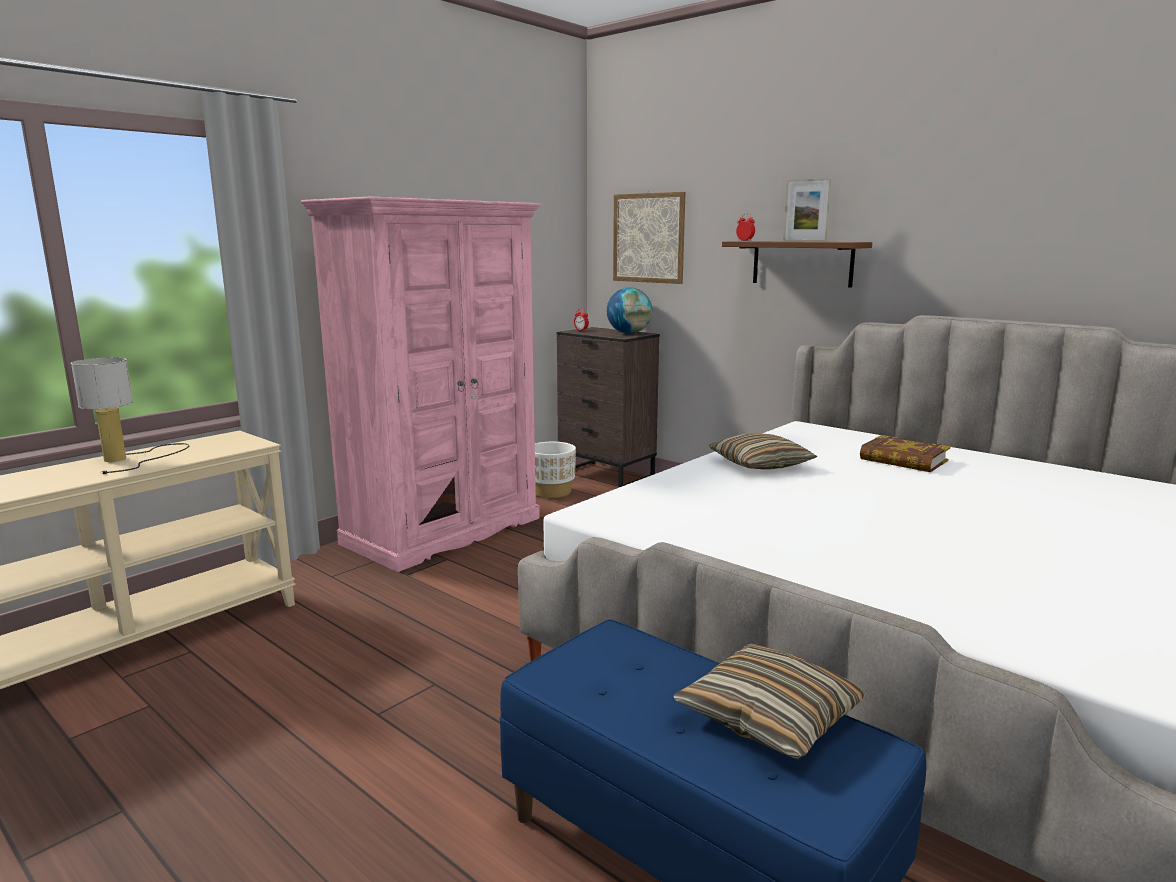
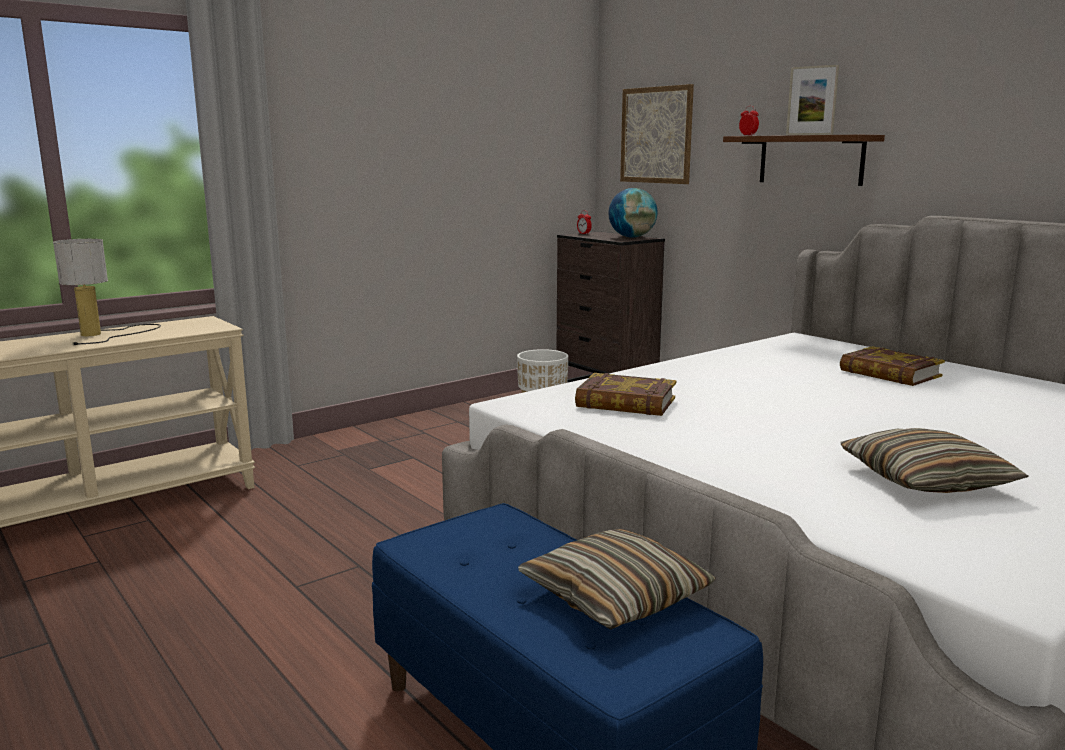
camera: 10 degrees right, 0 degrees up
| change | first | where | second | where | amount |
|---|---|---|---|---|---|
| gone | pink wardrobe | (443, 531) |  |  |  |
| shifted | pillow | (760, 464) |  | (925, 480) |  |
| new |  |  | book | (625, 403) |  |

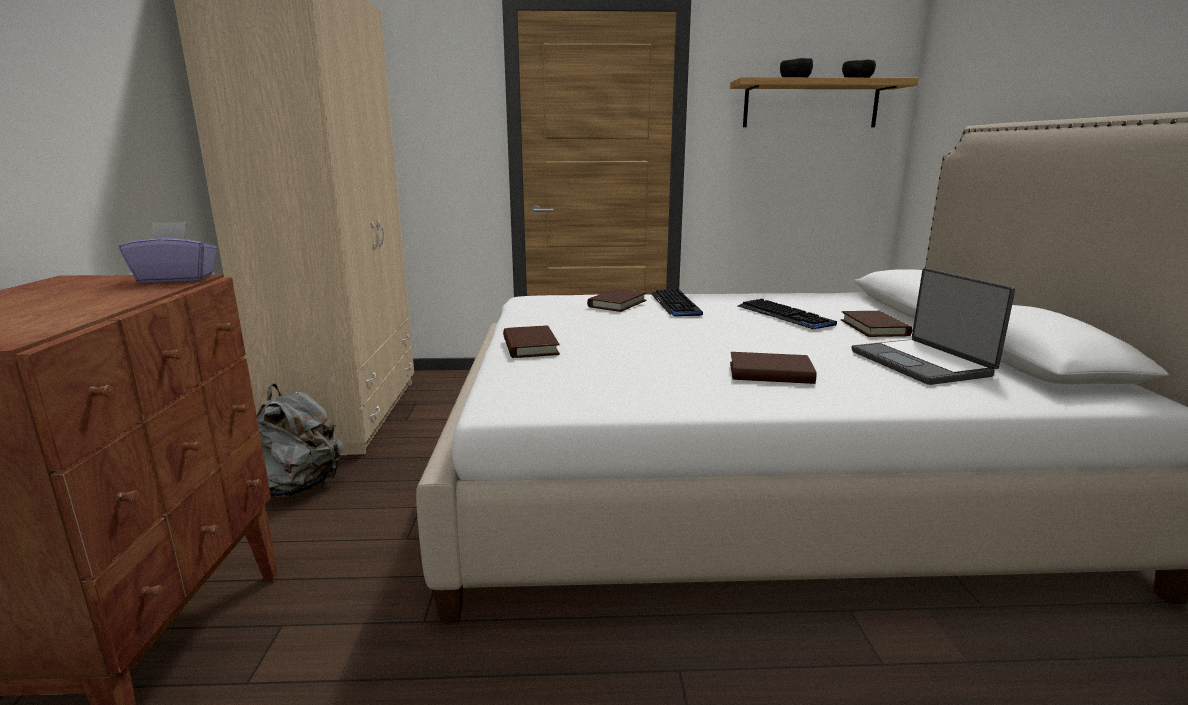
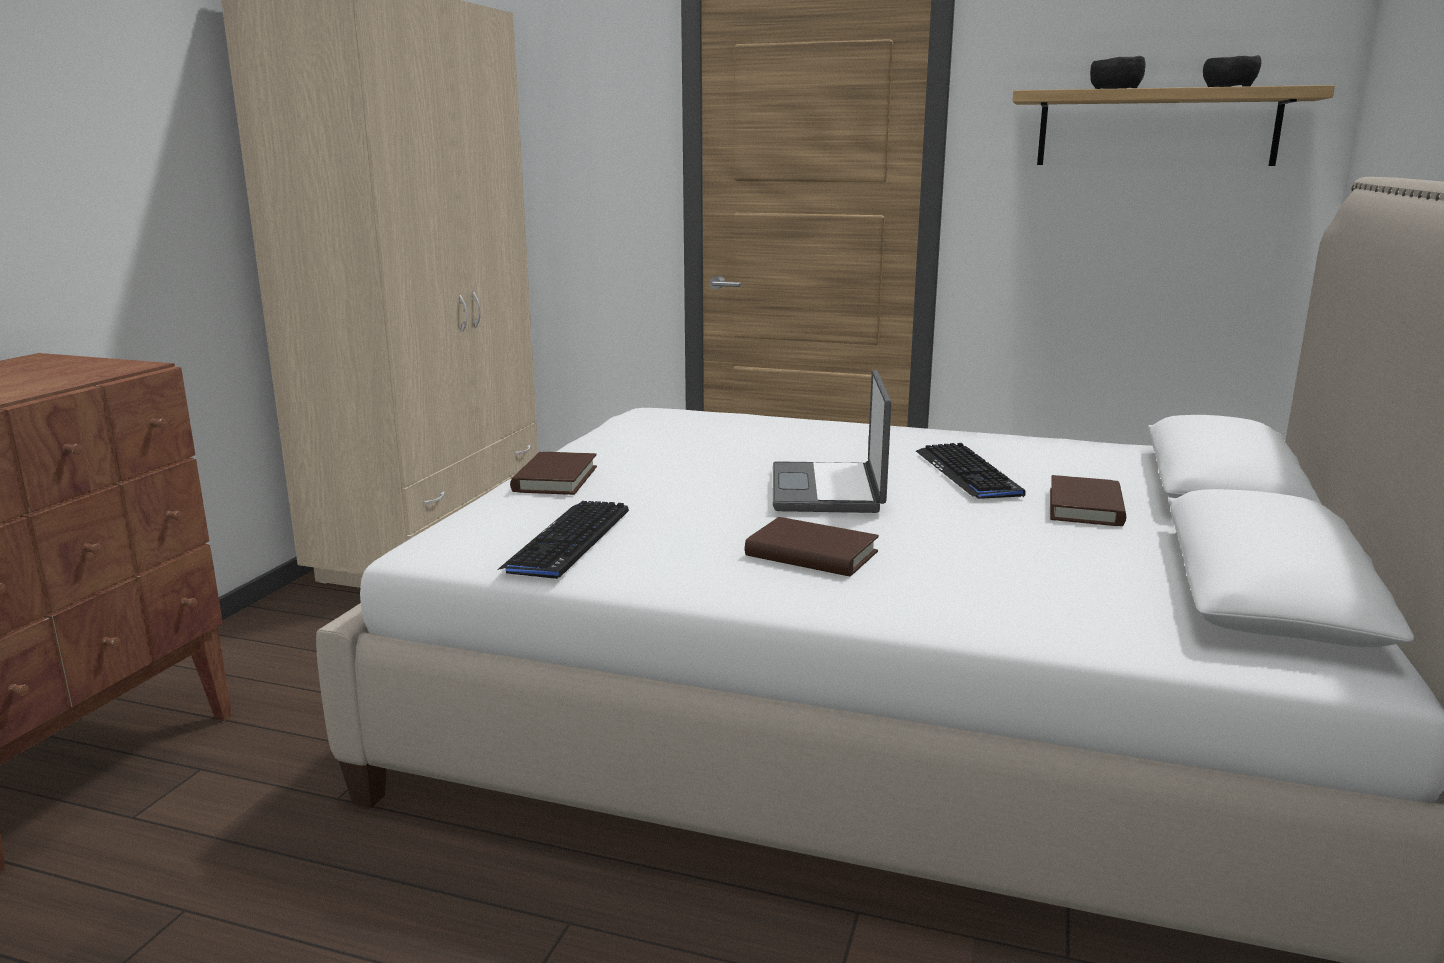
camera: 20 degrees right, 0 degrees up
| change | first | where | second | where | amount |
|---|---|---|---|---|---|
| gone | purple tissue box | (176, 279) |  |  |  |
| gone | grey backpack | (298, 487) |  |  |  |
| gone | brown book | (617, 303) |  |  |  |
| shifted | keyboard | (675, 304) |  | (568, 541) |  |
| shifted | laptop | (922, 363) |  | (829, 490) |  |

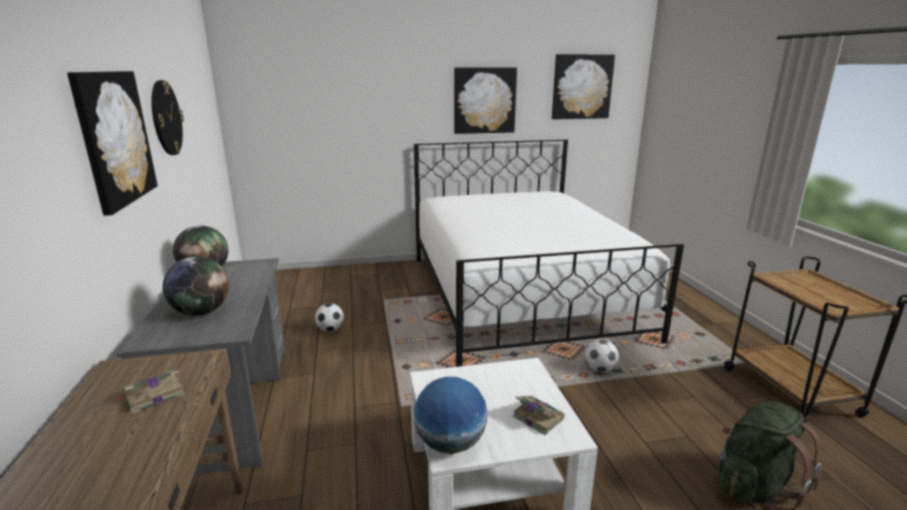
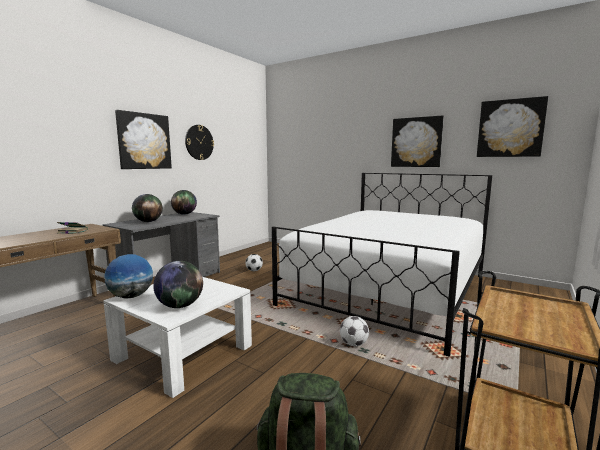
camera: 45 degrees right, 10 degrees down
| change | first | where | second | where | amount |
|---|---|---|---|---|---|
| swapped | book | (537, 417) | globe | (180, 306) |  |

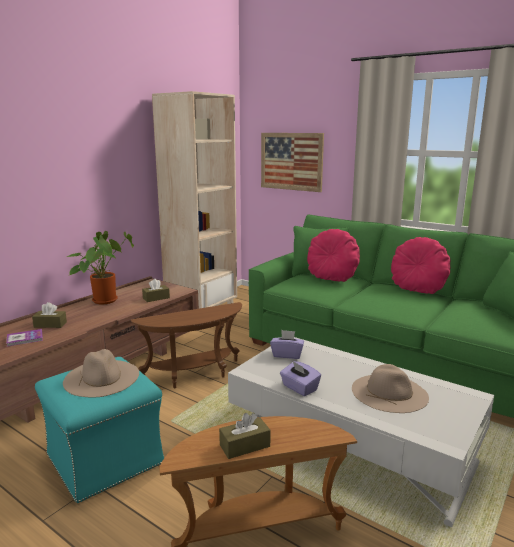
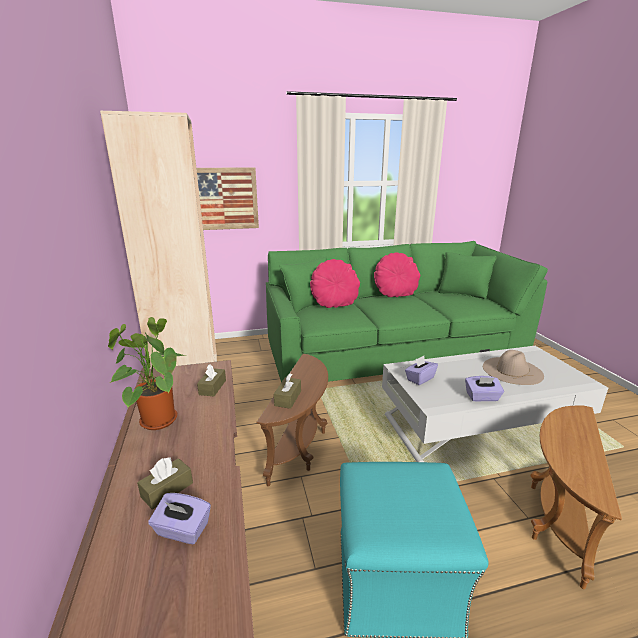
camera: 50 degrees left, 5 degrees up
| change | first | where | second | where | amount |
|---|---|---|---|---|---|
| swapped | book | (25, 338) | purple tissue box | (182, 530) |  |
| gone | beige hat | (102, 377) |  |  |  |
| shifted | brown tissue box | (244, 446) |  | (288, 398) |  |

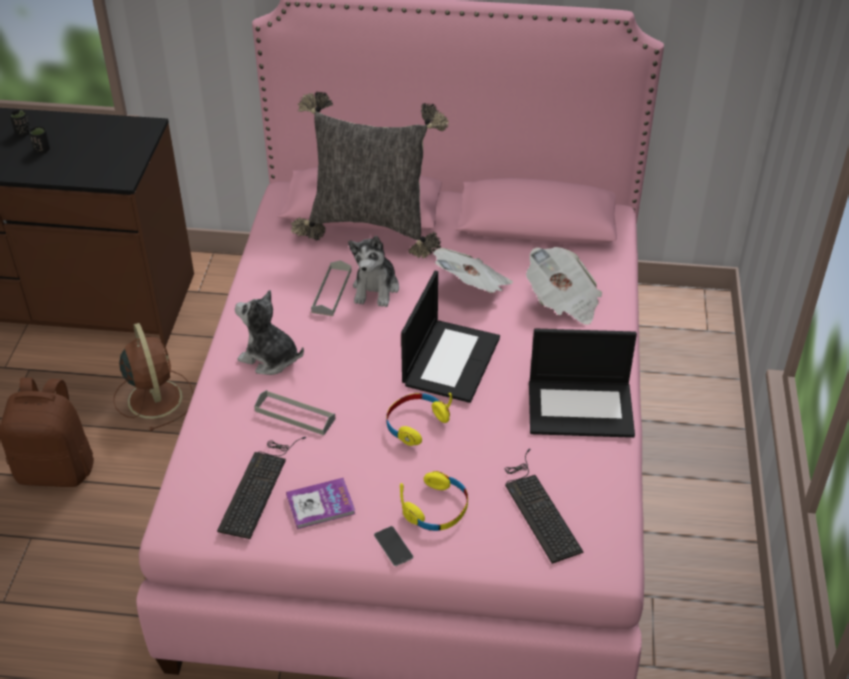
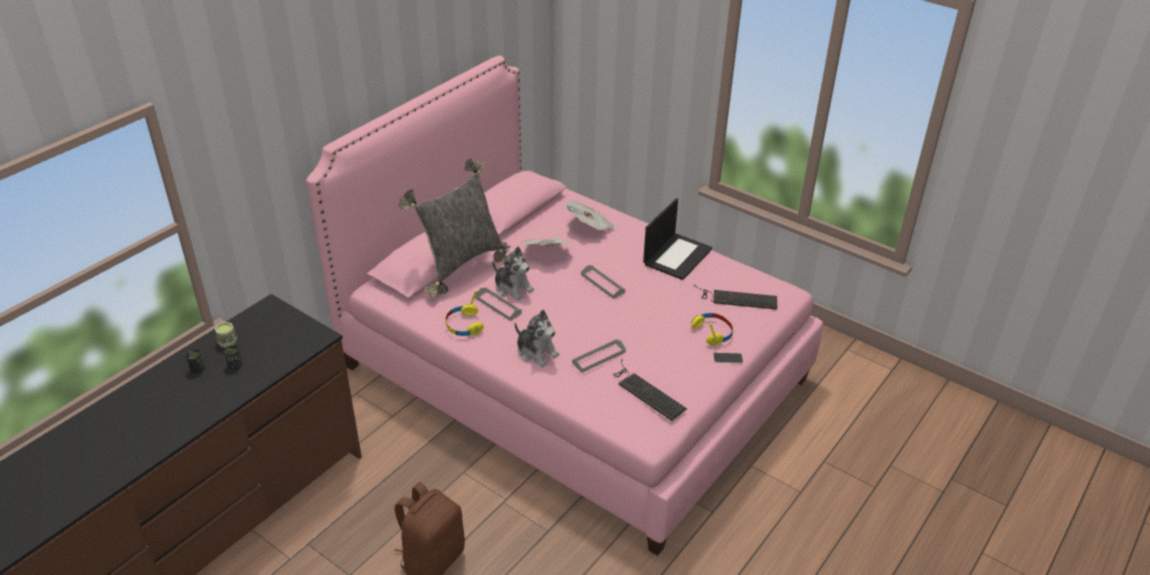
camera: 60 degrees left, 5 degrees down
| change | first | where | second | where | amount |
|---|---|---|---|---|---|
| gone | brown fan | (154, 397) |  |  |  |
| rotated | plush toy | (269, 358) |  | (536, 352) | 105 degrees counterclockwise |
| gone | book | (320, 504) |  |  |  |
| shifted | yellow headphones | (415, 423) |  | (464, 325) |  |
| swapped | laptop | (450, 360) | grey tray | (602, 283) |  |
| new |  |  | cup | (228, 343) |  |

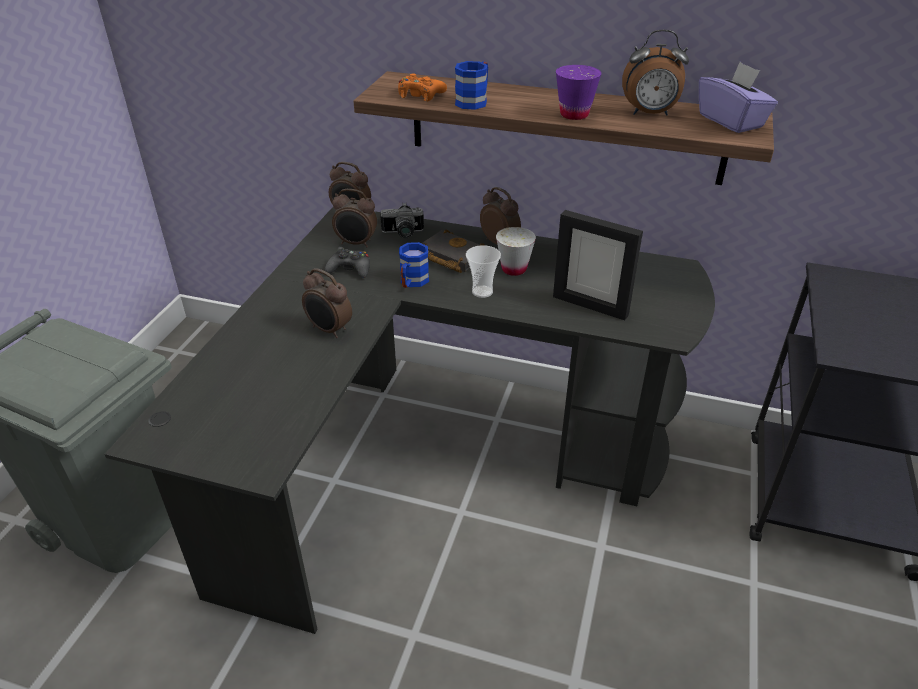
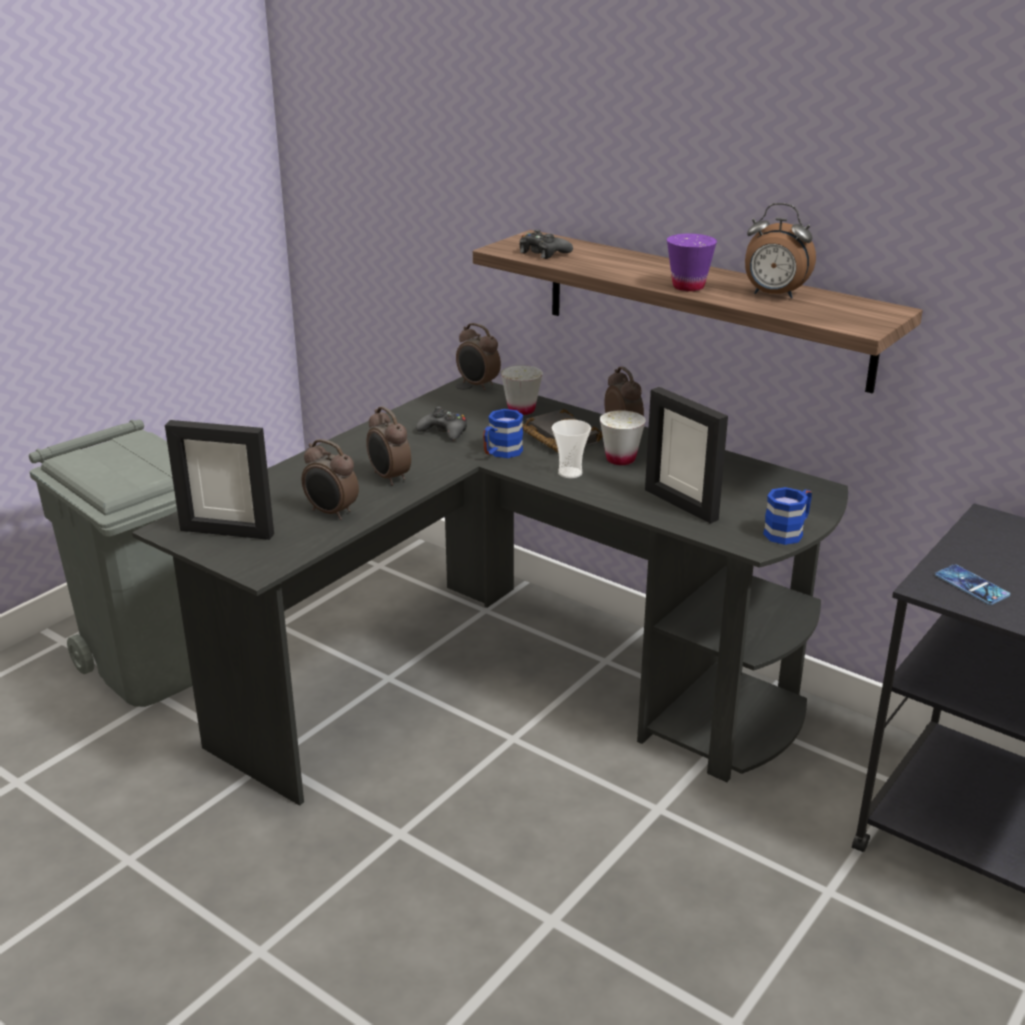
camera: 20 degrees right, 10 degrees down
| change | first | where | second | where | amount |
|---|---|---|---|---|---|
| shifted | alarm clock | (356, 243) |  | (331, 513) |  |
| swapped | photo camera | (402, 234) | white cup | (521, 410) |  |
| repainted | orange game controller | (420, 95) | black game controller | (543, 253) |  |
| shifted | blue mug | (474, 101) |  | (788, 532) |  |
| gone | purple tissue box | (731, 121) |  |  |  |
| new |  |  | picture frame | (228, 531) |  |
| new |  |  | phone | (971, 585) |  |

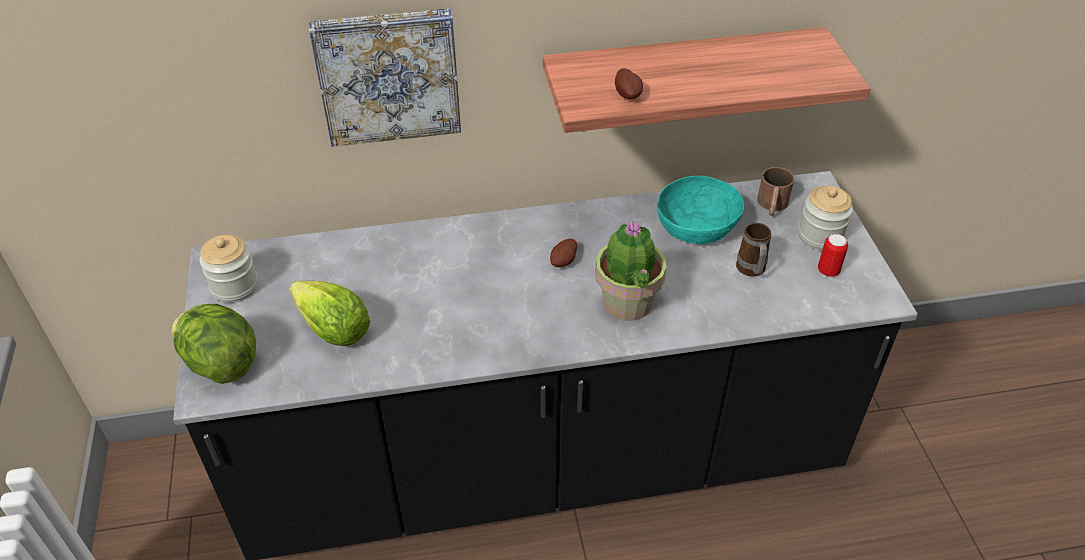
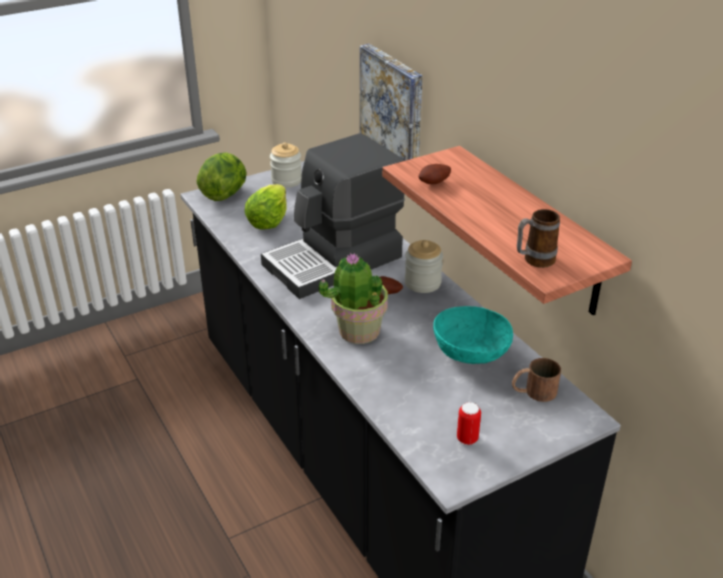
camera: 70 degrees right, 10 degrees down
| change | first | where | second | where | amount |
|---|---|---|---|---|---|
| shifted | mug | (751, 271) |  | (533, 261) |  |
| shifted | jar | (820, 236) |  | (422, 283) |  |
| new |  |  | coffee machine | (335, 261) |  |

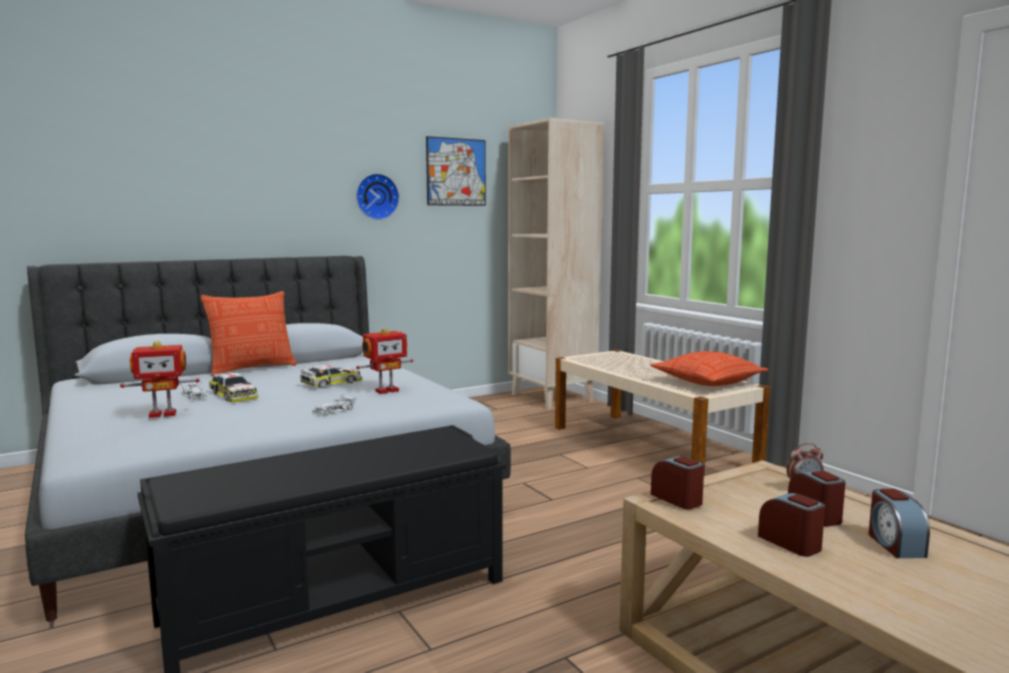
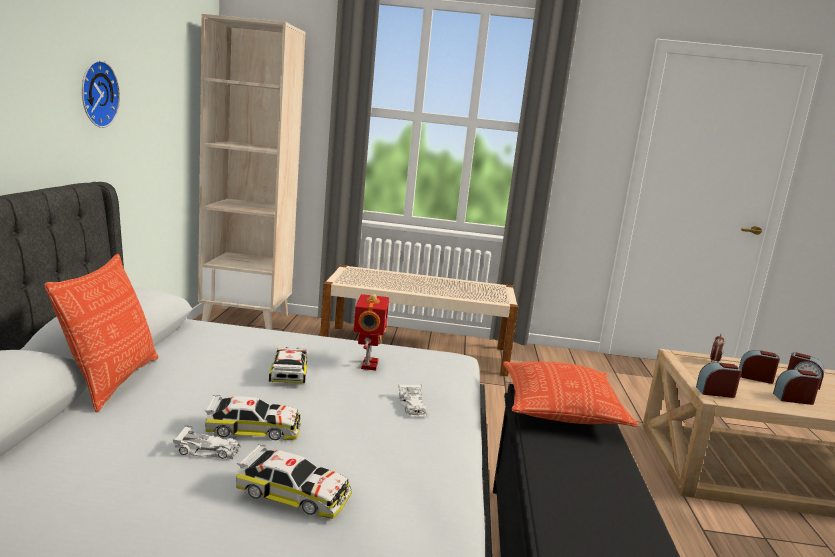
camera: 55 degrees left, 5 degrees up
| change | first | where | second | where | amount |
|---|---|---|---|---|---|
| swapped | toy robot | (163, 414) | toy car | (294, 493) |  |
| gone | picture | (456, 172) |  |  |  |
| shifted | orange pillow | (708, 382) |  | (560, 410) |  |

